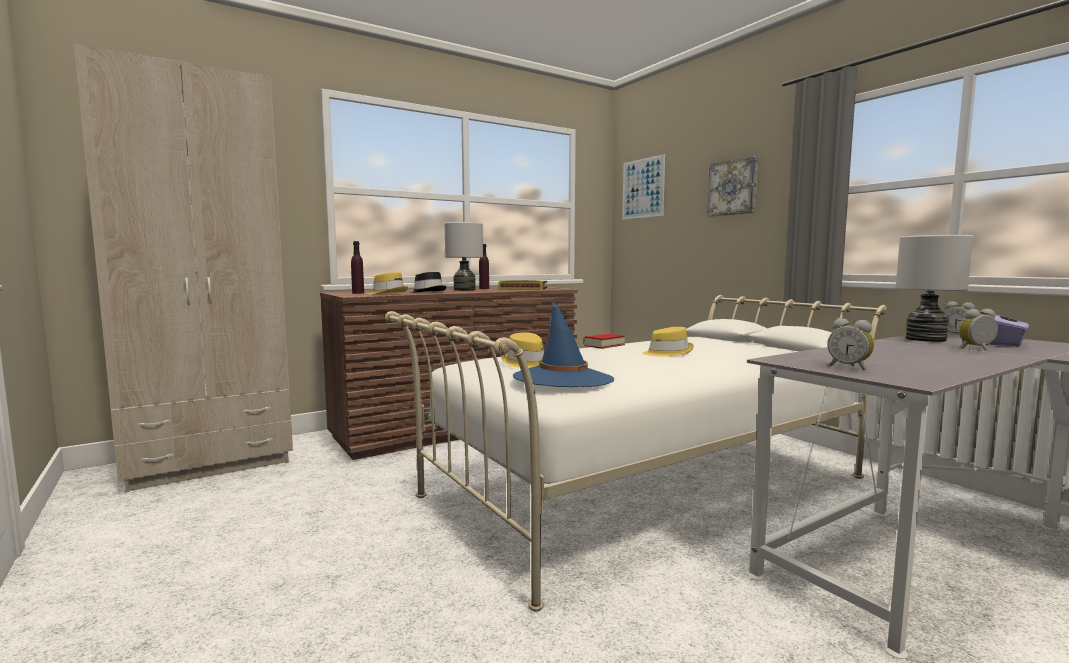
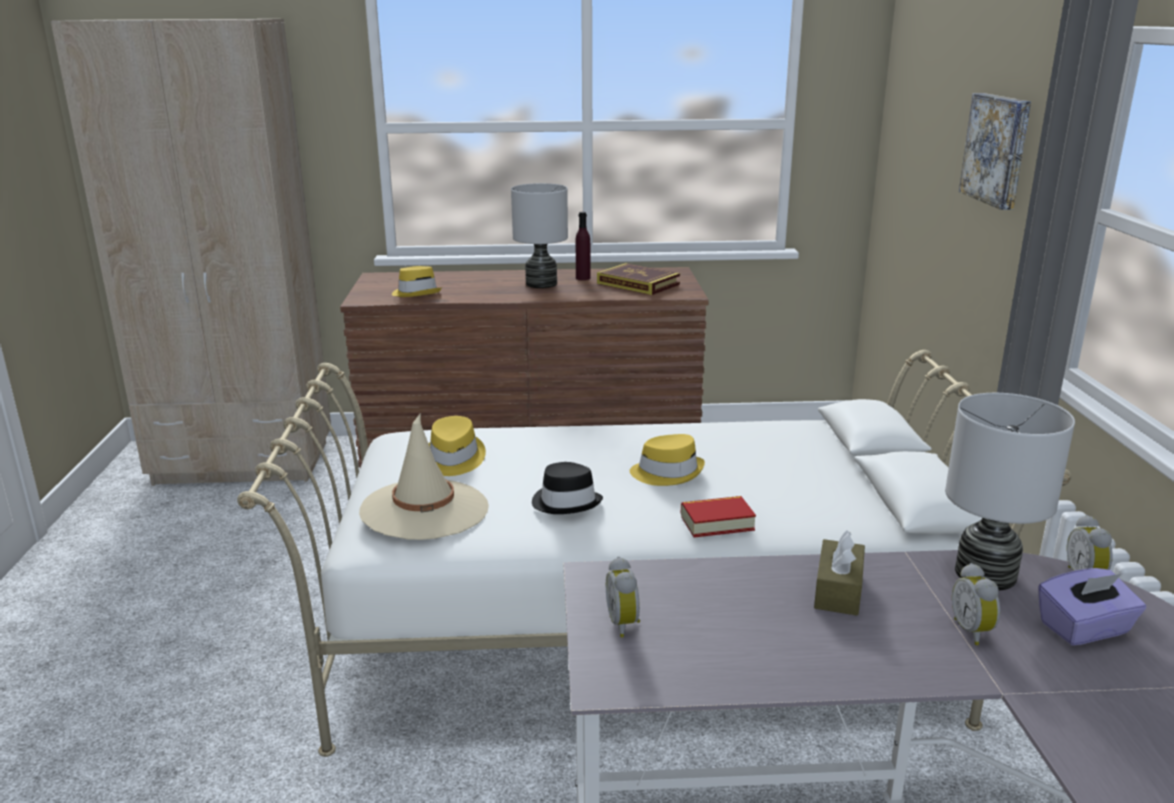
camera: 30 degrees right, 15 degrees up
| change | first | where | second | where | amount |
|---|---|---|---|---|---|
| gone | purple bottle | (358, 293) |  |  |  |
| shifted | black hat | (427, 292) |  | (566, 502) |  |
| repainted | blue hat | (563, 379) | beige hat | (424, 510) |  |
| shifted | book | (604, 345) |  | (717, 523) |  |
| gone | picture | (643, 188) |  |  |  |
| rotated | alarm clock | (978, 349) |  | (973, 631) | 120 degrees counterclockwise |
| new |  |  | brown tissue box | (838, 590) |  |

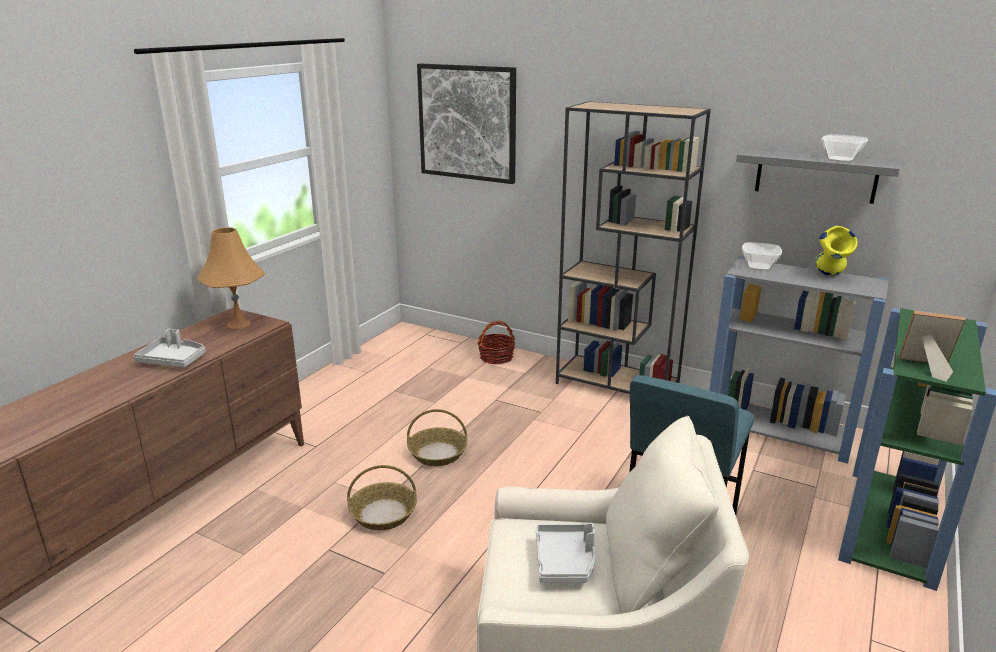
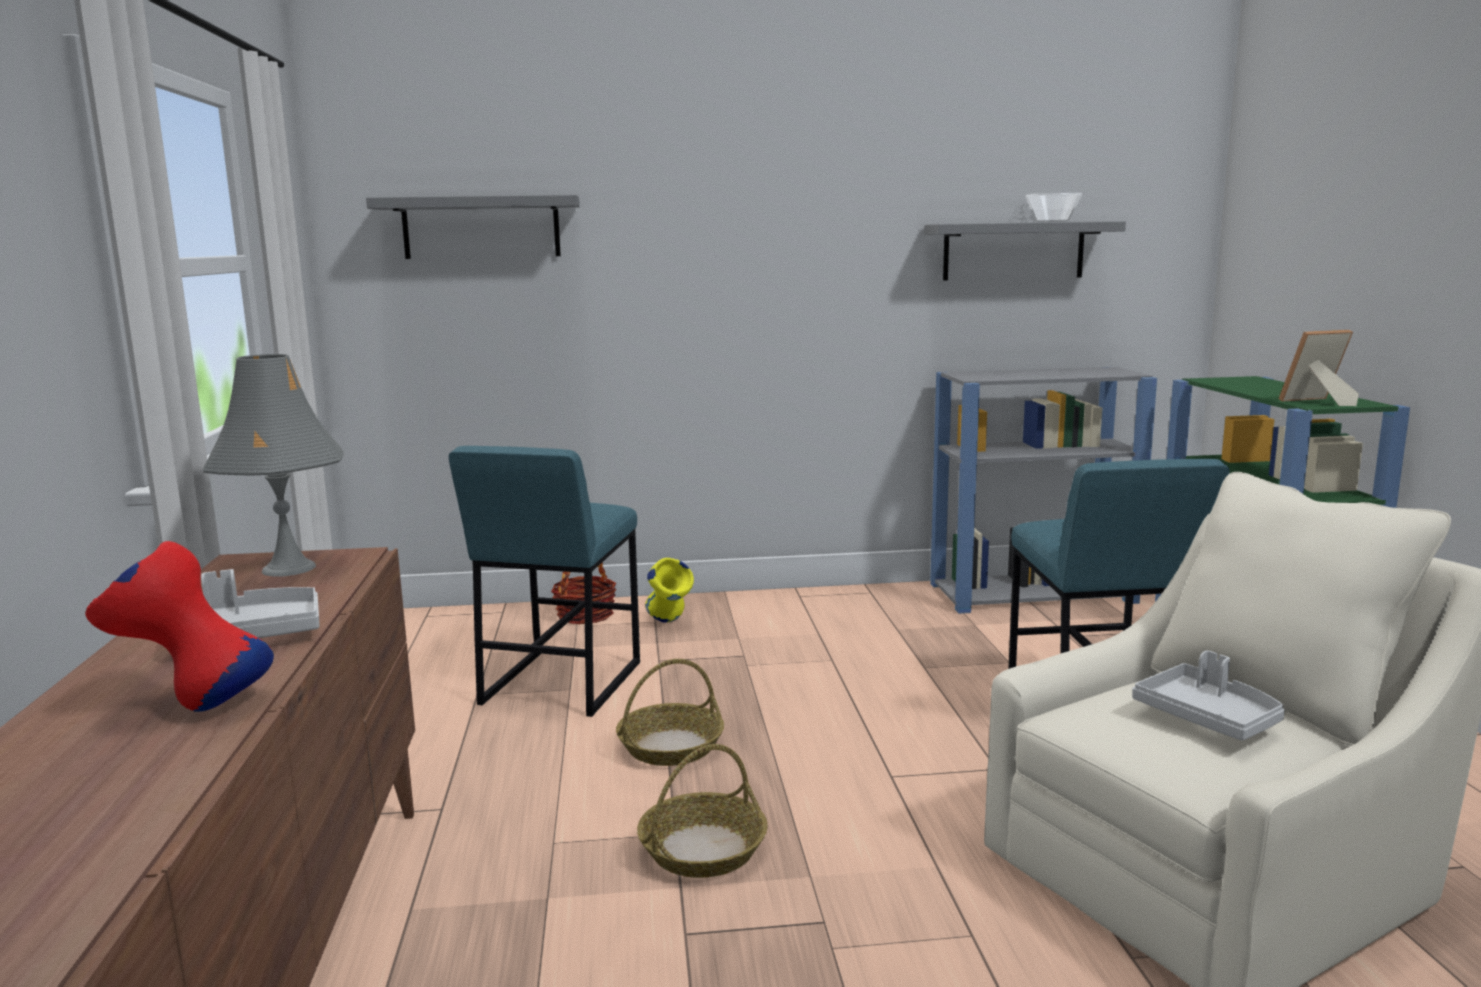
camera: 35 degrees left, 10 degrees down
| change | first | where | second | where | amount |
|---|---|---|---|---|---|
| repainted | orange table lamp | (238, 324) | grey table lamp | (288, 568) |  |
| swapped | picture | (467, 123) | grey shelf | (481, 228) |  |
| gone | bookcase | (617, 385) |  |  |  |
| gone | bowl | (758, 267) |  |  |  |
| shifted | yellow vase | (830, 277) |  | (669, 624) |  |
| new |  |  | red vase | (192, 706) |  |
| new |  |  | blue stool | (560, 684) |  |

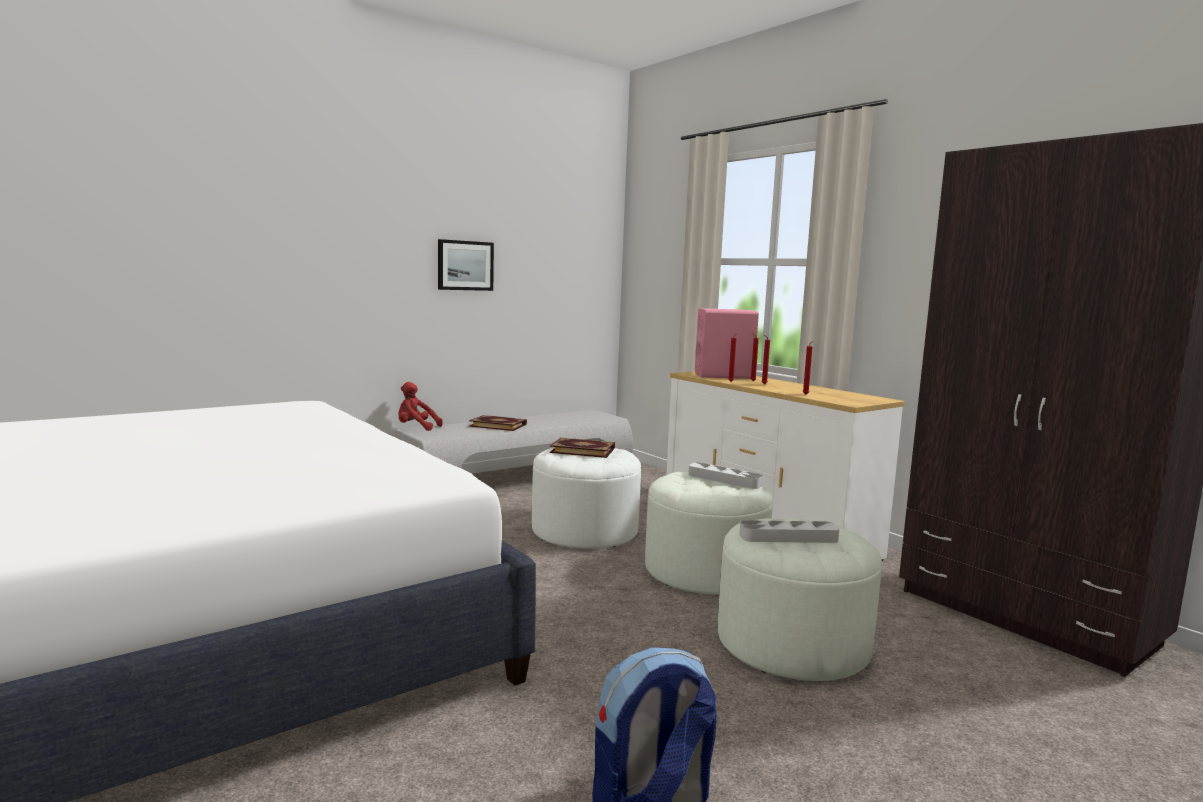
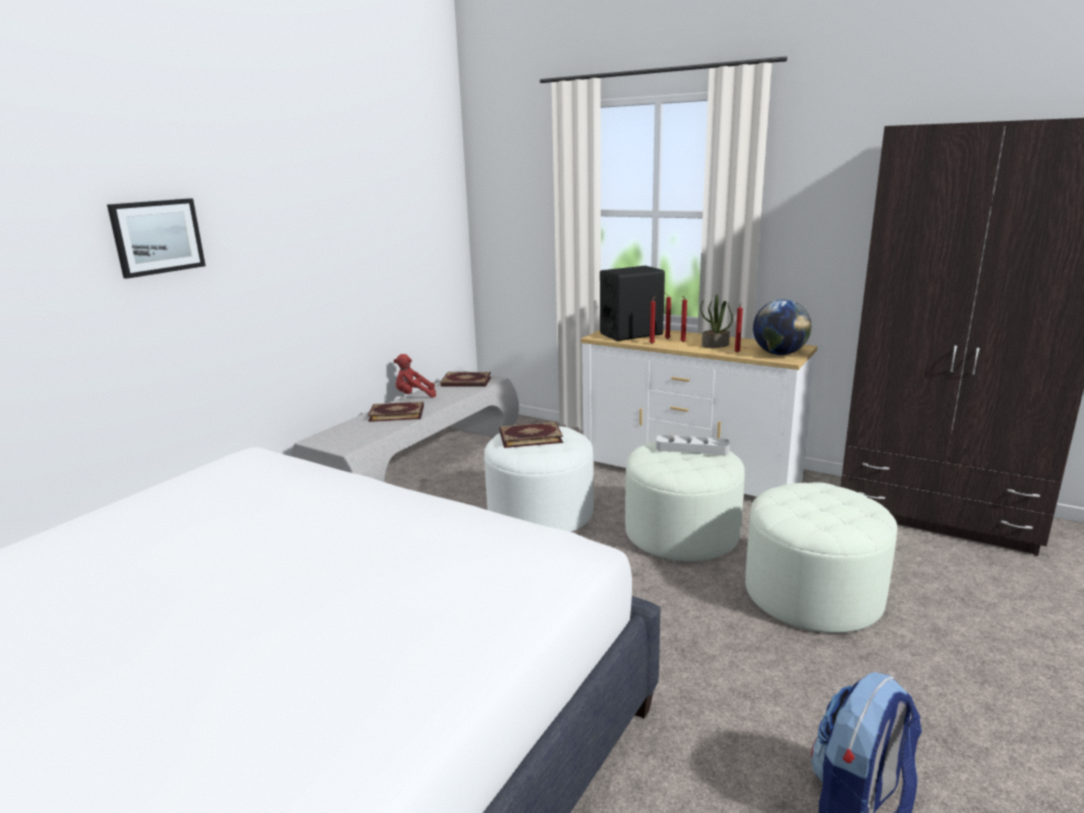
camera: 20 degrees left, 10 degrees up
| change | first | where | second | where | amount |
|---|---|---|---|---|---|
| shifted | red plush toy | (416, 428) |  | (414, 396) |  |
| shifted | picture | (465, 265) |  | (157, 237) |  |
| repainted | pink speaker | (724, 375) | black speaker | (631, 334) |  |
| gone | grey tray | (788, 537) |  |  |  |
| new |  |  | book | (466, 382) |  |
| new |  |  | potted plant | (715, 345) |  |
| new |  |  | globe | (779, 354) |  |

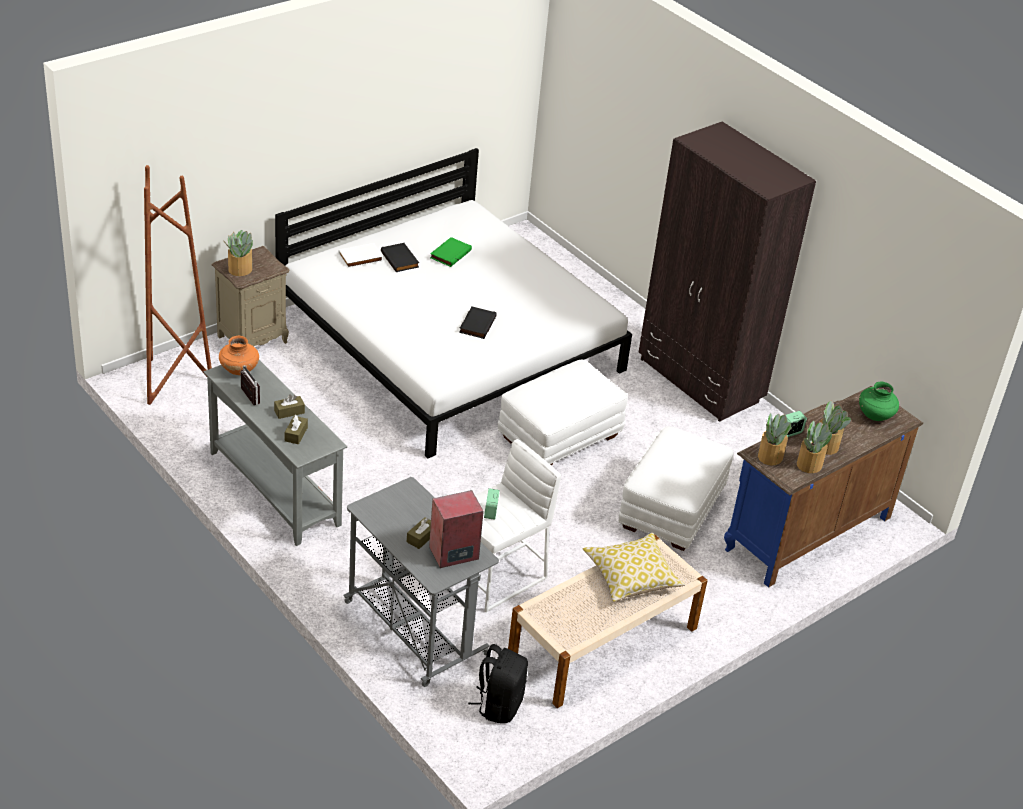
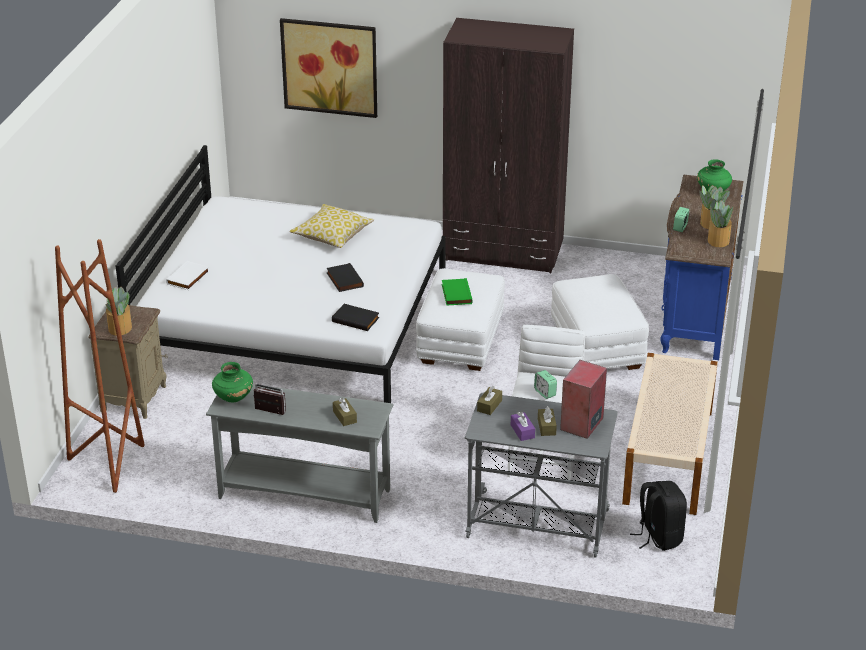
camera: 35 degrees left, 5 degrees down
| change | first | where | second | where | amount |
|---|---|---|---|---|---|
| repainted | orange vase | (239, 370) | green vase | (233, 397) |  |
| shifted | brown tissue box | (289, 411) |  | (489, 405) |  |
| shifted | black book | (400, 259) |  | (356, 319) |  |
| shifted | green book | (450, 254) |  | (455, 294) |  |
| shifted | pillow | (631, 577) |  | (332, 235) |  |
| gone | potted plant | (769, 456) |  |  |  |
| new |  |  | picture | (329, 67) |  |
| new |  |  | purple tissue box | (522, 431) |  |

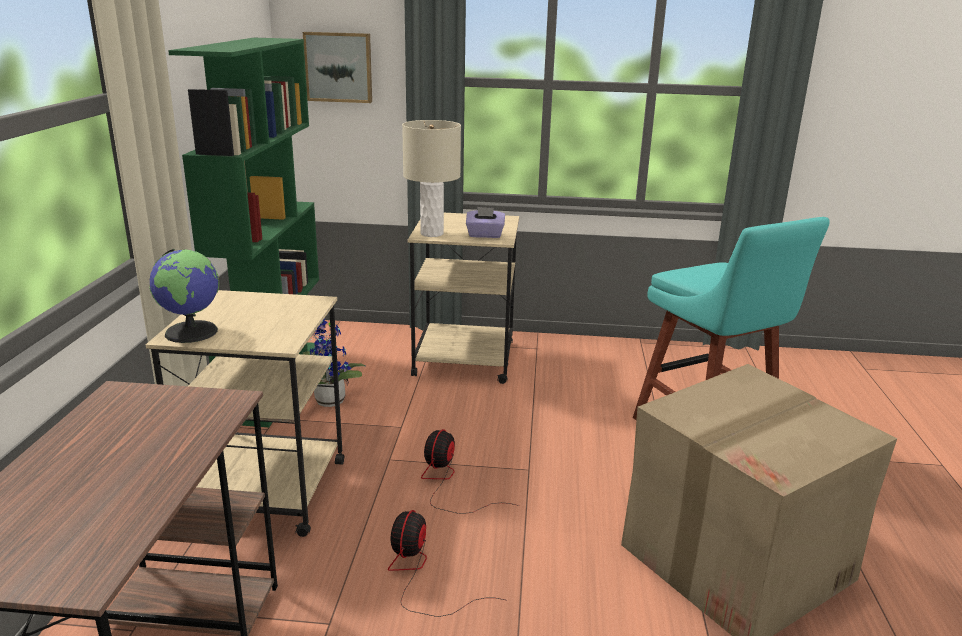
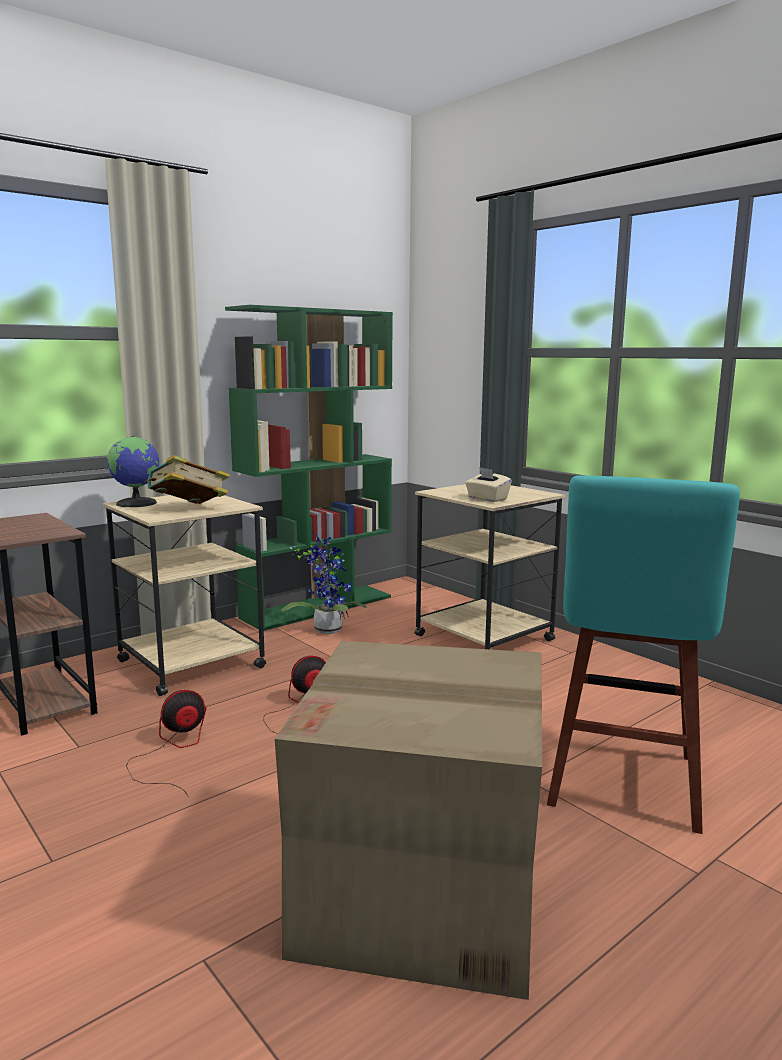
camera: 45 degrees right, 10 degrees down
| change | first | where | second | where | amount |
|---|---|---|---|---|---|
| gone | picture | (339, 67) |  |  |  |
| gone | beige table lamp | (431, 233) |  |  |  |
| repainted | purple tissue box | (485, 235) | beige tissue box | (487, 499) |  |
| new |  |  | book | (188, 509) |  |

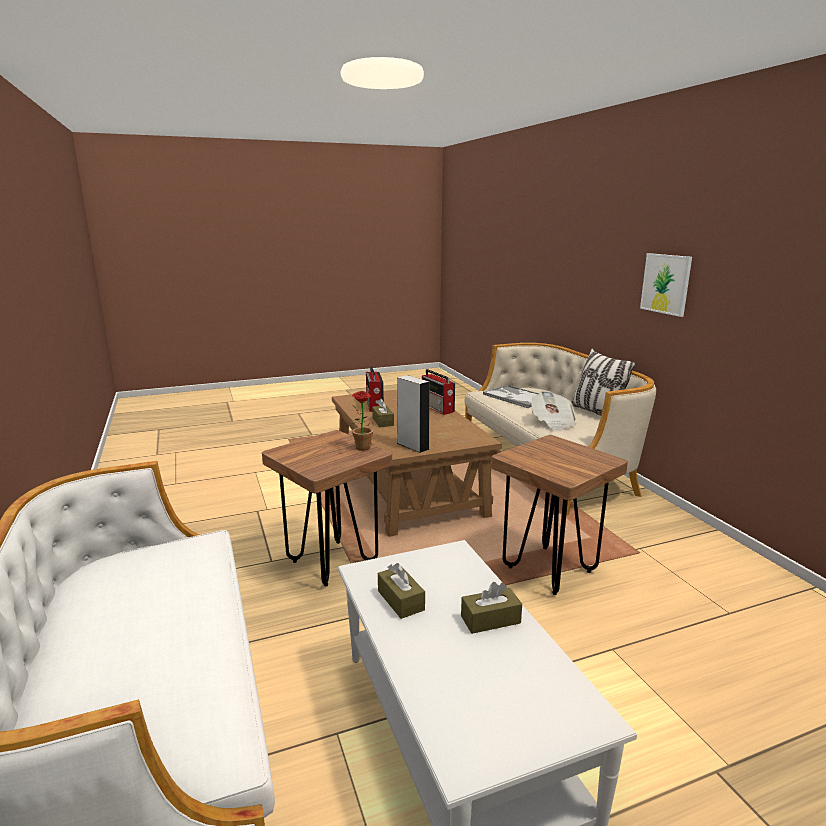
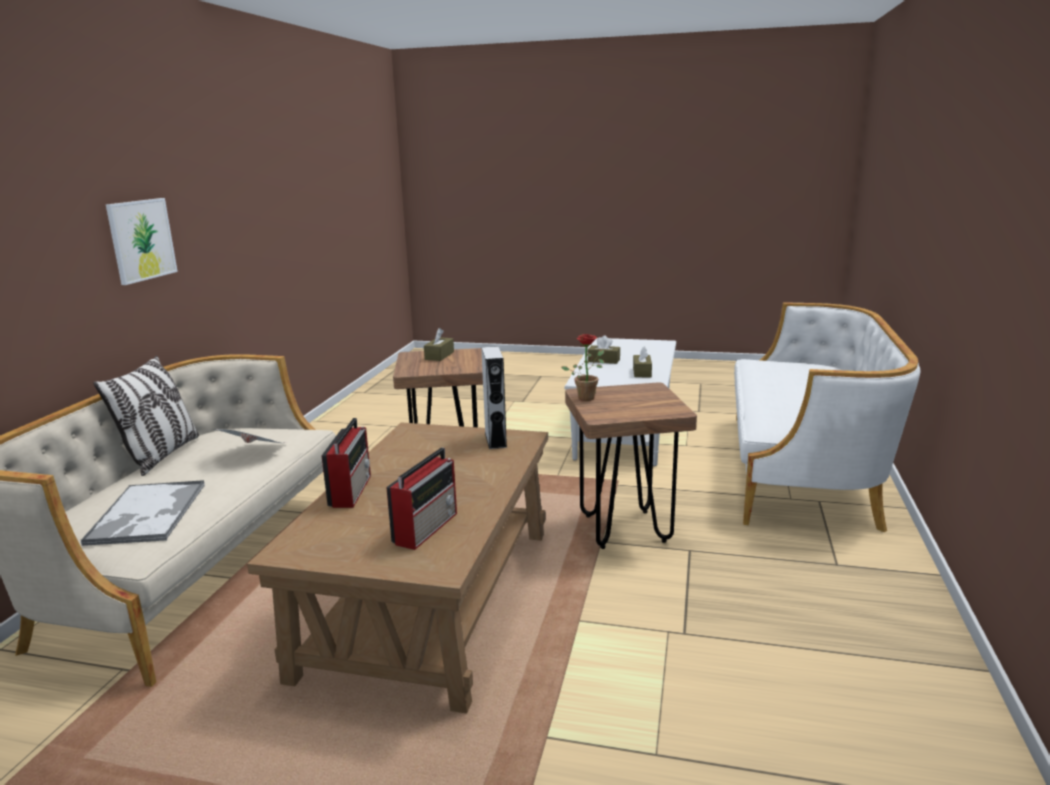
camera: 145 degrees left, 0 degrees up
| change | first | where | second | where | amount |
|---|---|---|---|---|---|
| shifted | brown tissue box | (383, 421) |  | (439, 355) |  |

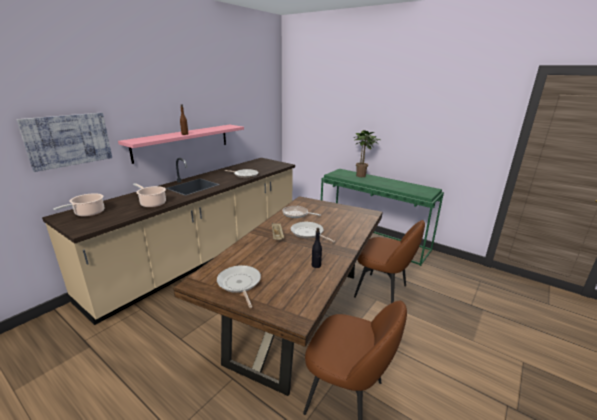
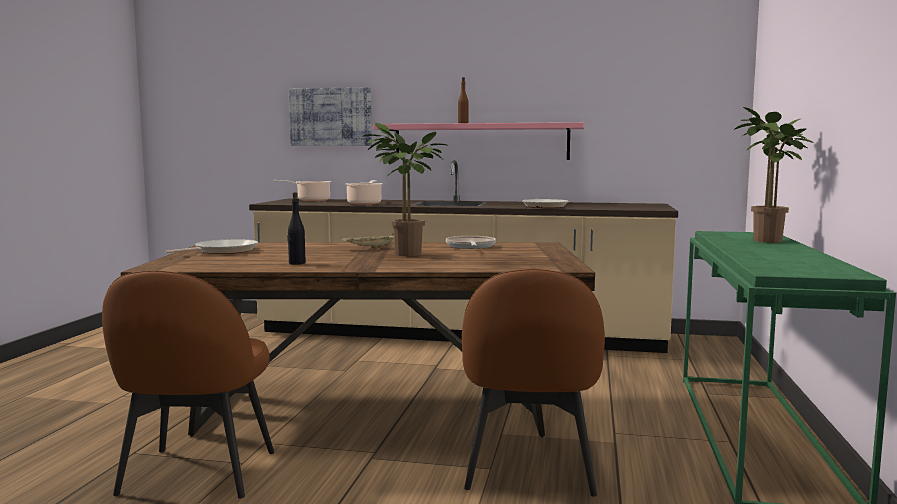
camera: 65 degrees right, 15 degrees down
| change | first | where | second | where | amount |
|---|---|---|---|---|---|
| swapped | frying pan | (308, 233) | potted plant | (403, 254) |  |

